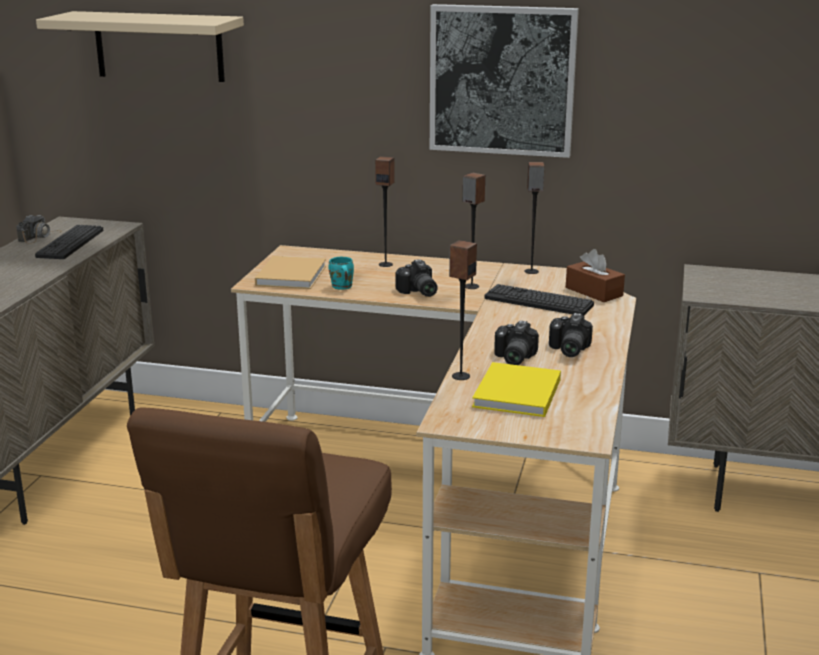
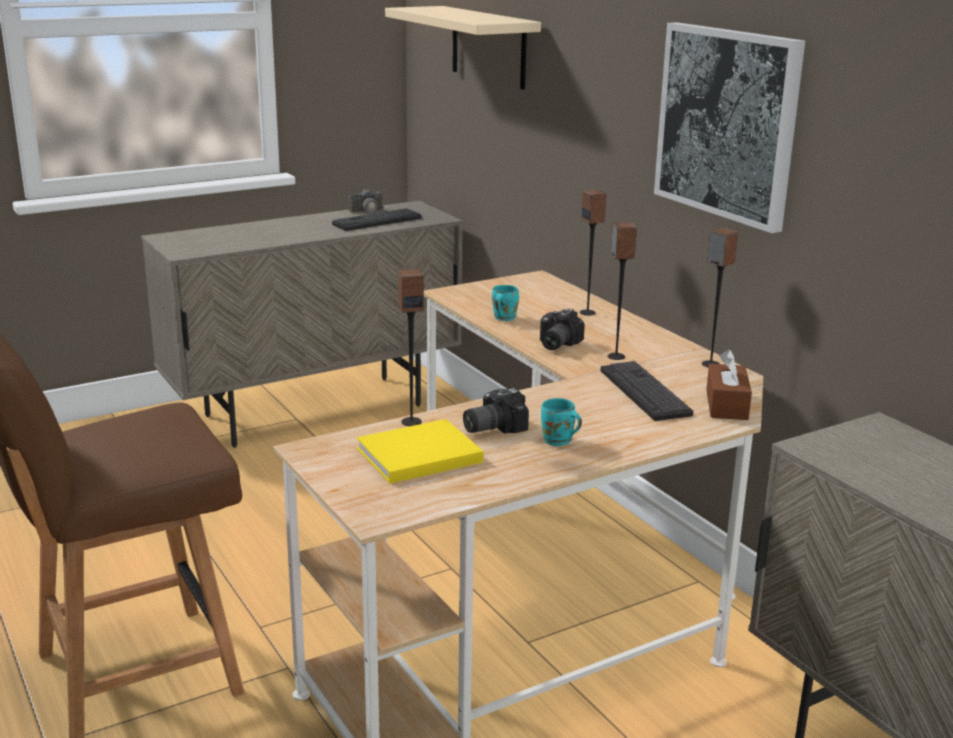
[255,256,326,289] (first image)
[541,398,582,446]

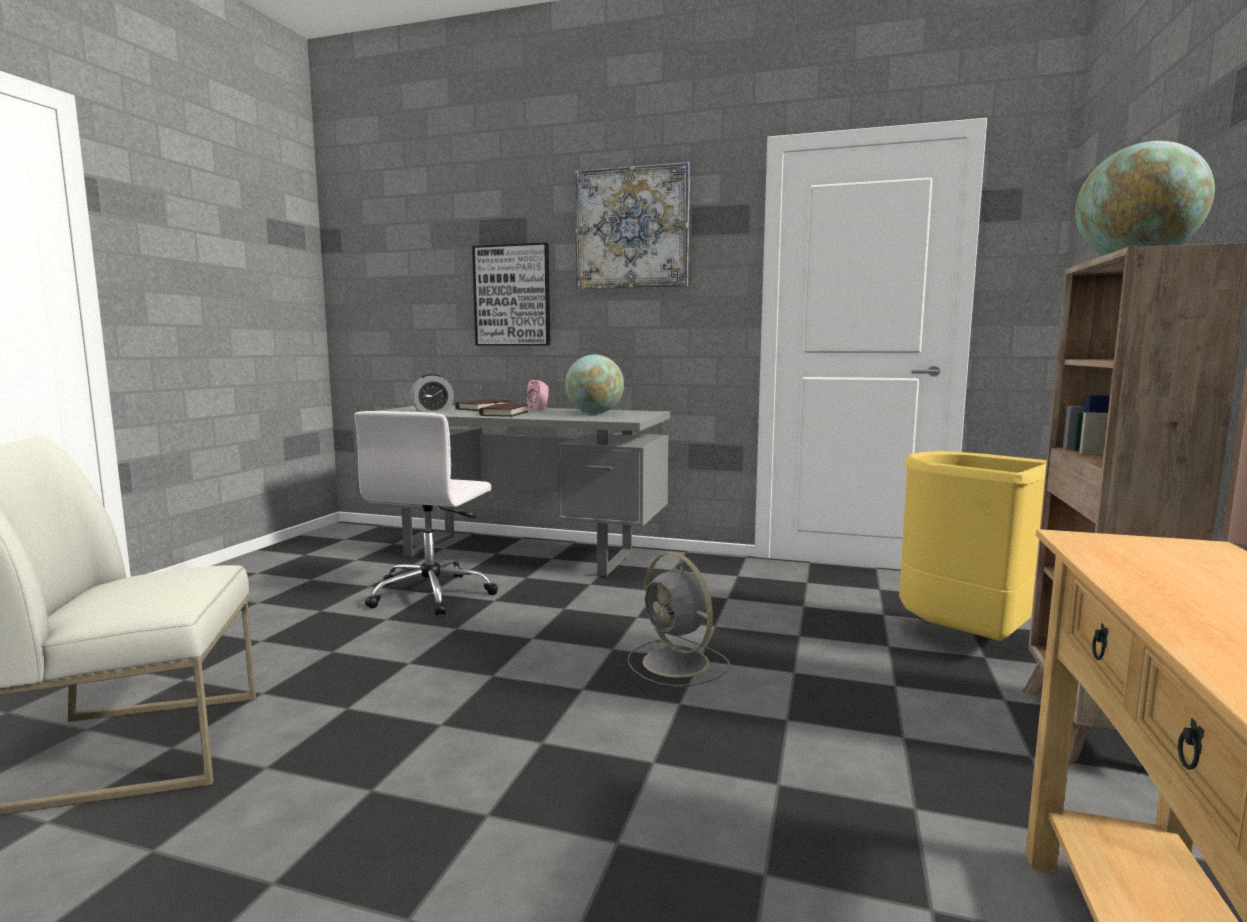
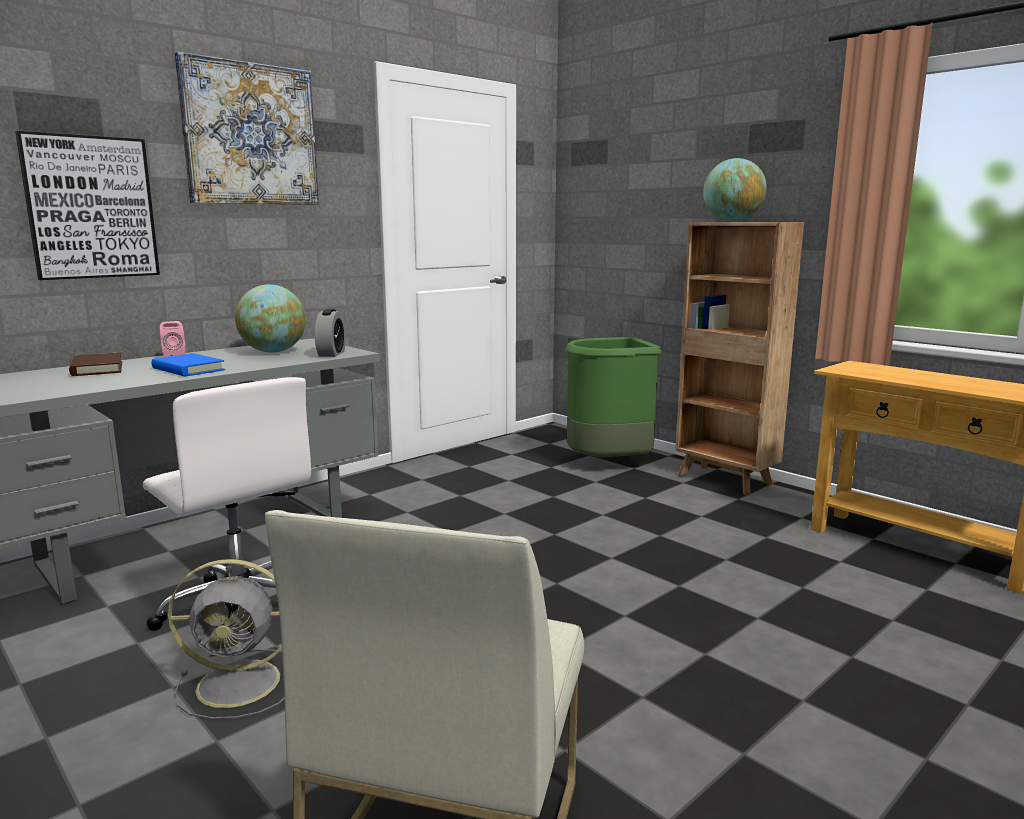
[315,309,346,357]
[151,353,225,376]
[565,337,662,457]
[168,559,284,719]

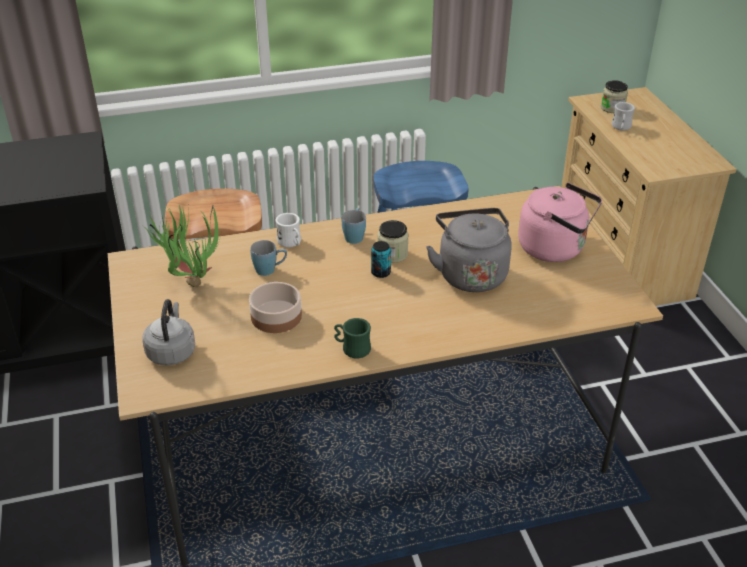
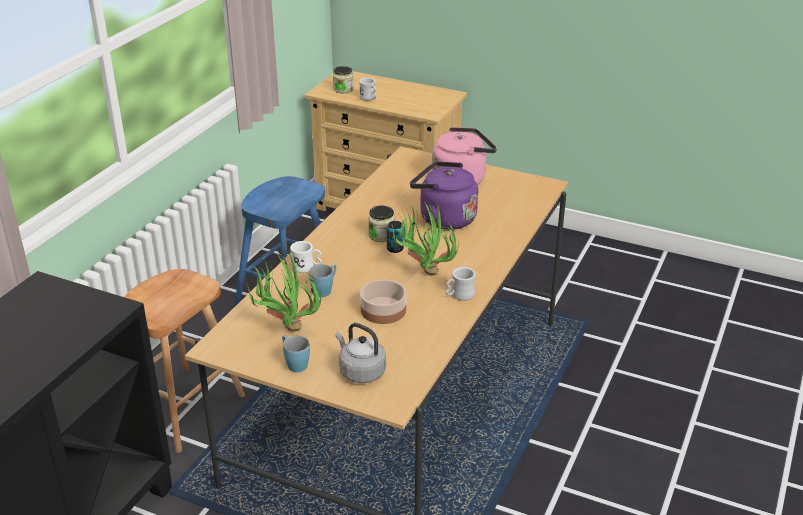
[282,335,310,372]
[410,162,478,230]
[446,267,476,301]
[392,199,458,275]

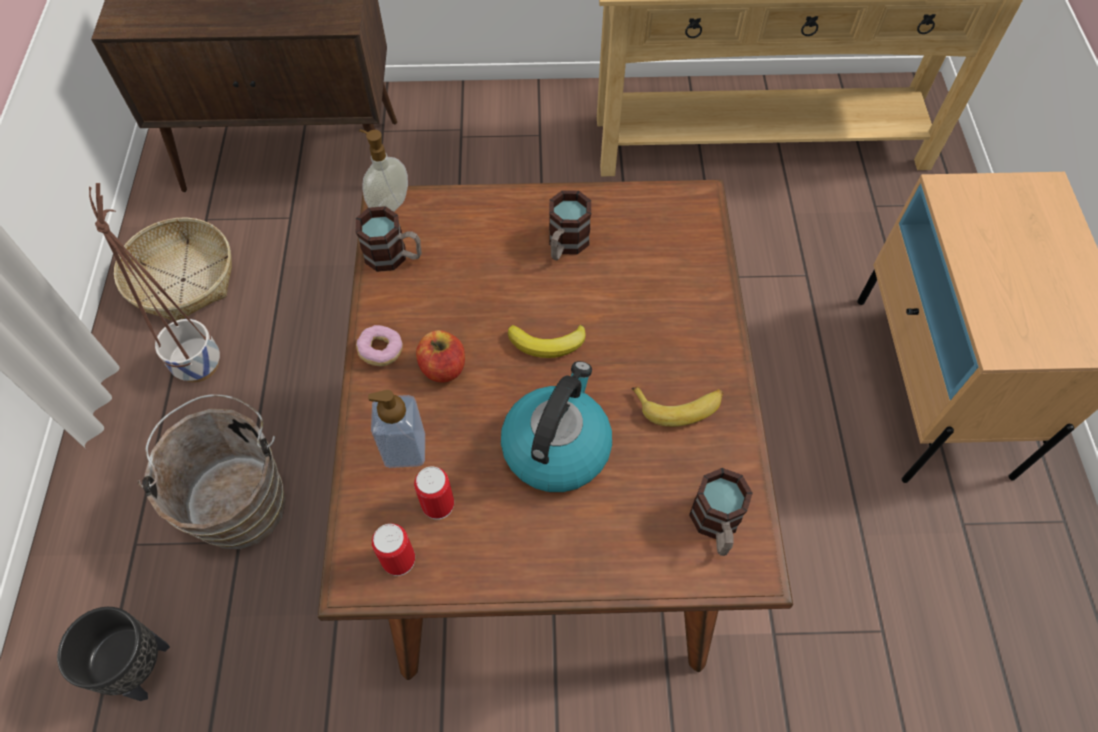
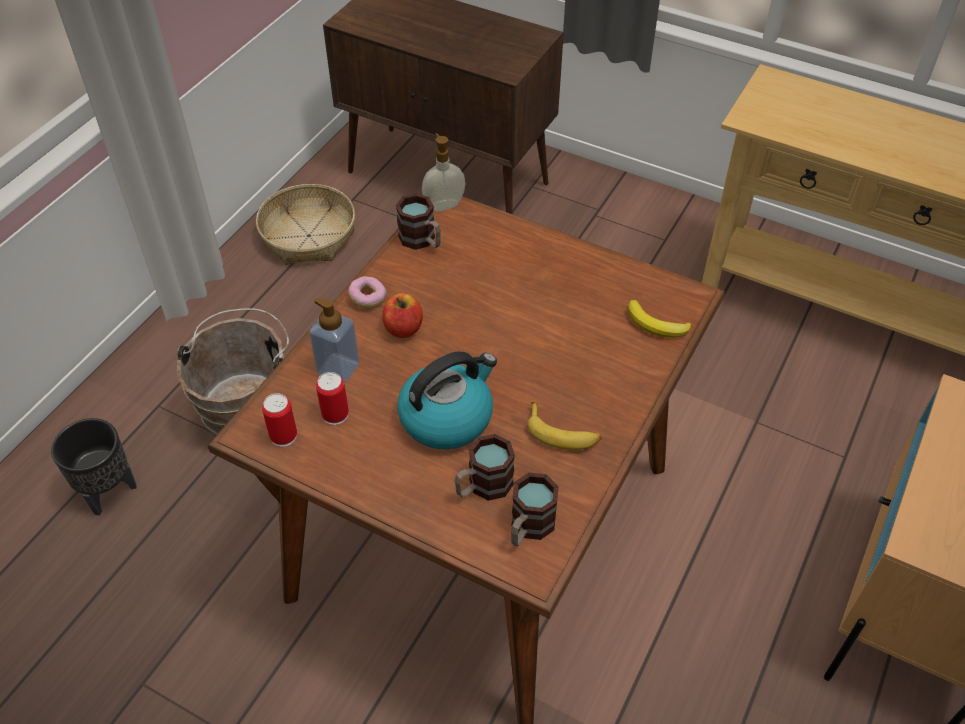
[89,183,220,382] (first image)
[454,434,515,501]
[628,300,692,338]

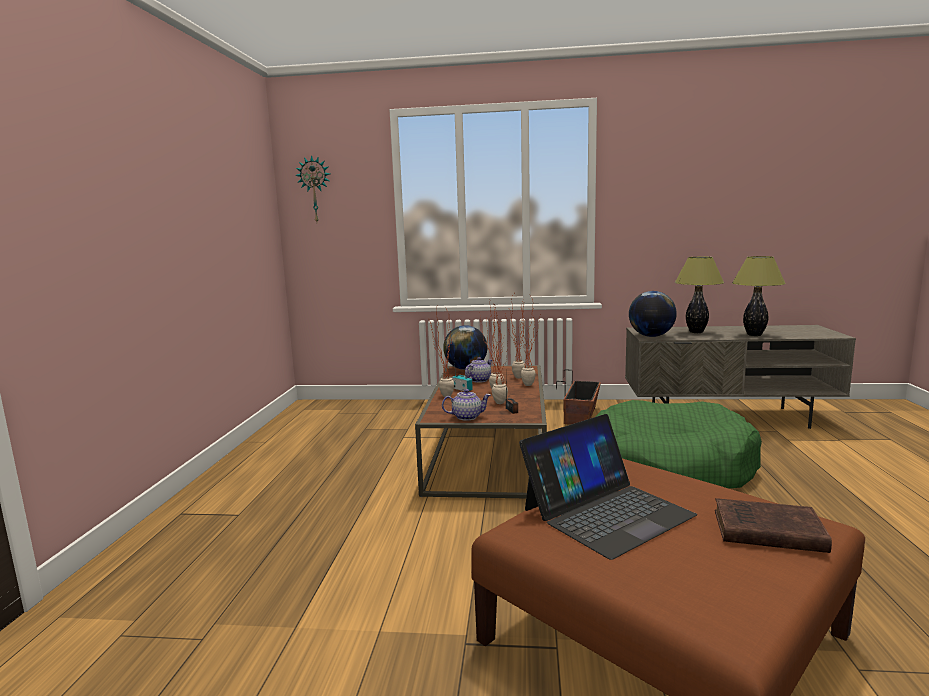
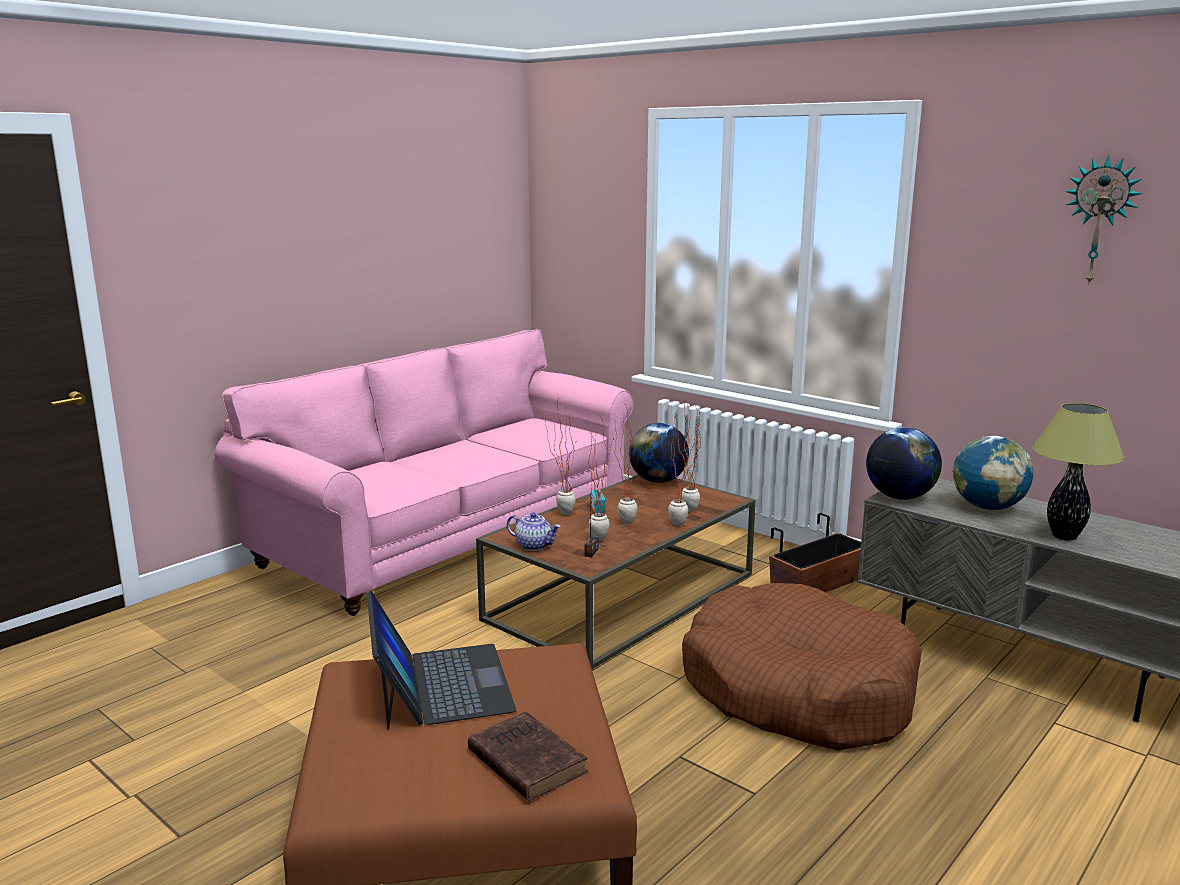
[1065,155,1142,286]
[953,436,1033,510]
[465,357,492,383] (first image)
[682,583,922,751]
[367,591,516,730]
[215,329,633,616]

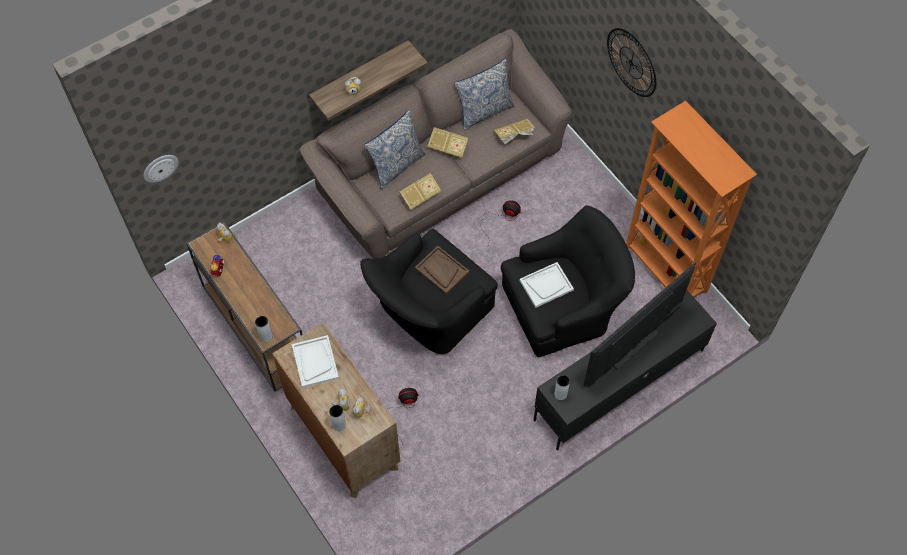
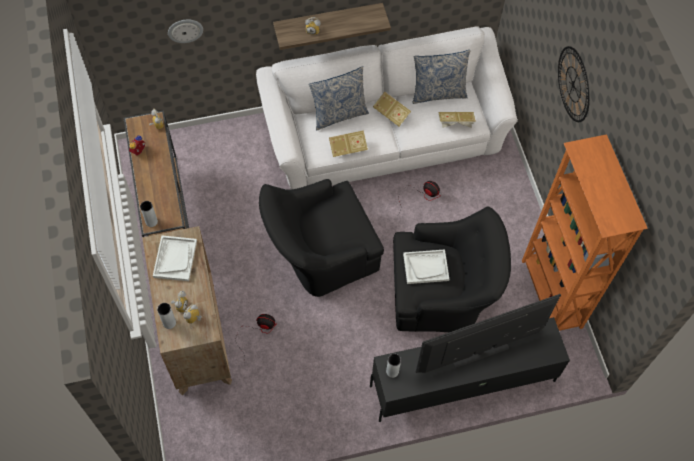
[256,27,518,190]
[168,20,203,43]
[415,246,469,295] (first image)

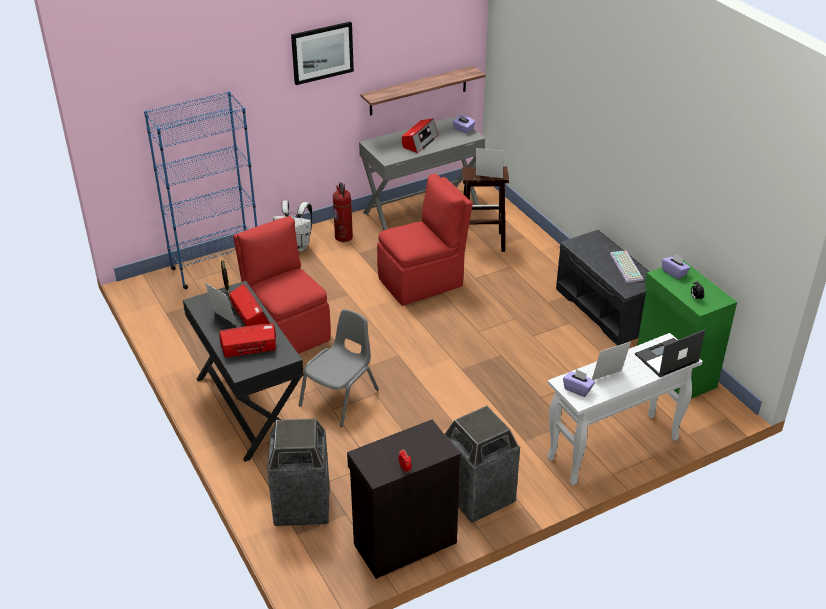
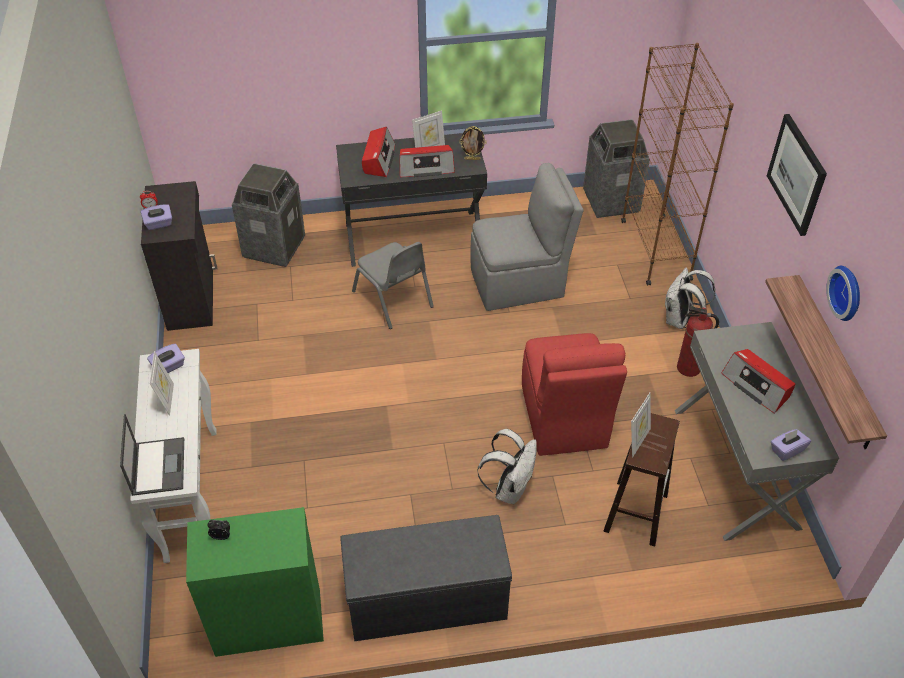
[621,43,734,286]
[470,163,584,311]
[610,250,644,283] (first image)
[141,204,172,230]
[583,119,650,218]
[826,266,860,321]
[477,429,537,504]

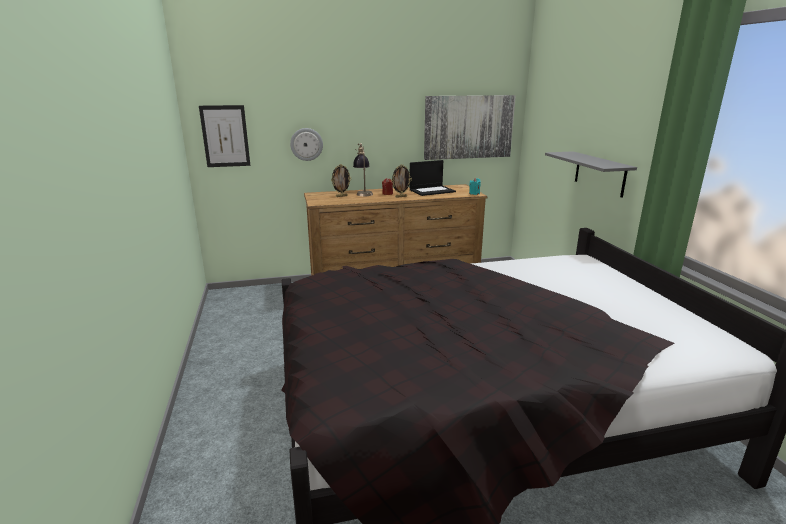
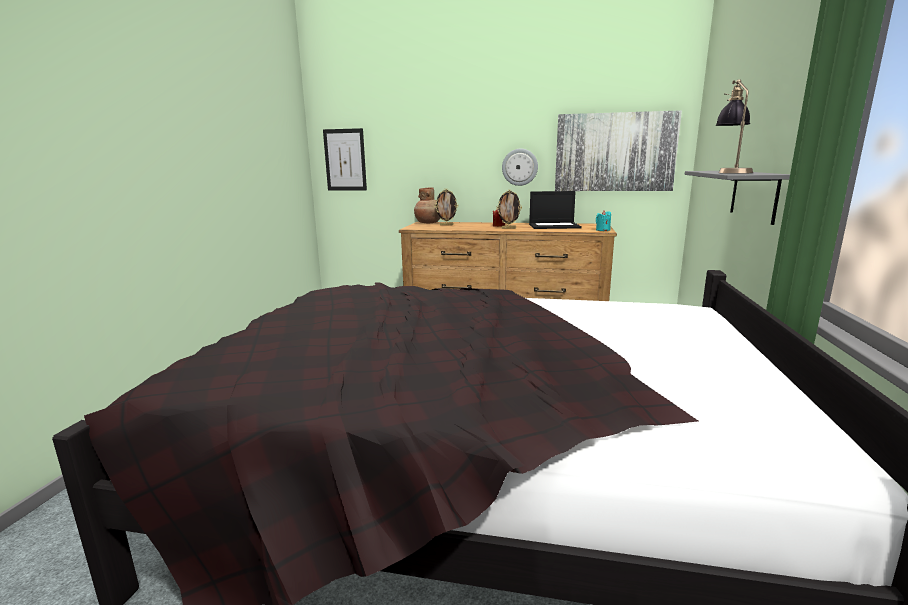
[502,149,538,186]
[716,79,753,173]
[414,188,440,223]

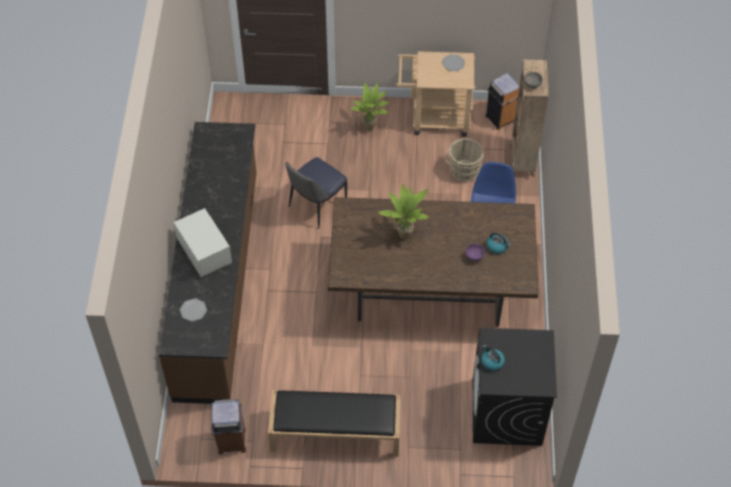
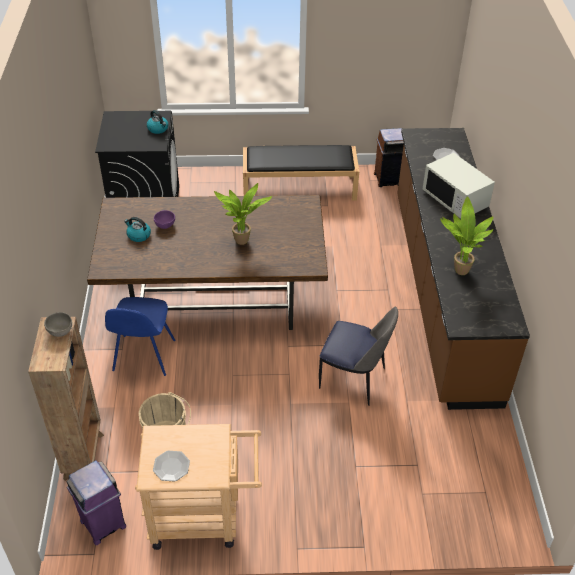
[66,460,126,545]
[440,196,494,275]
[319,306,398,406]

